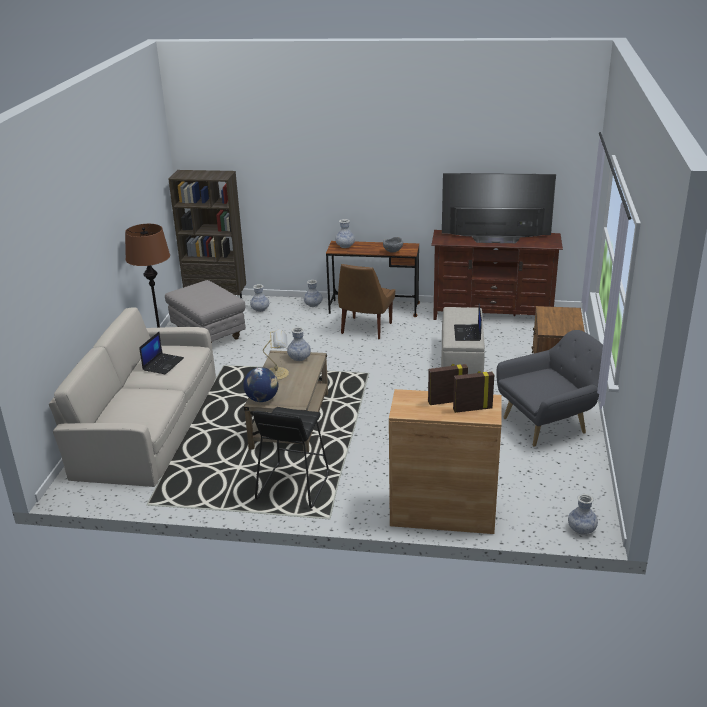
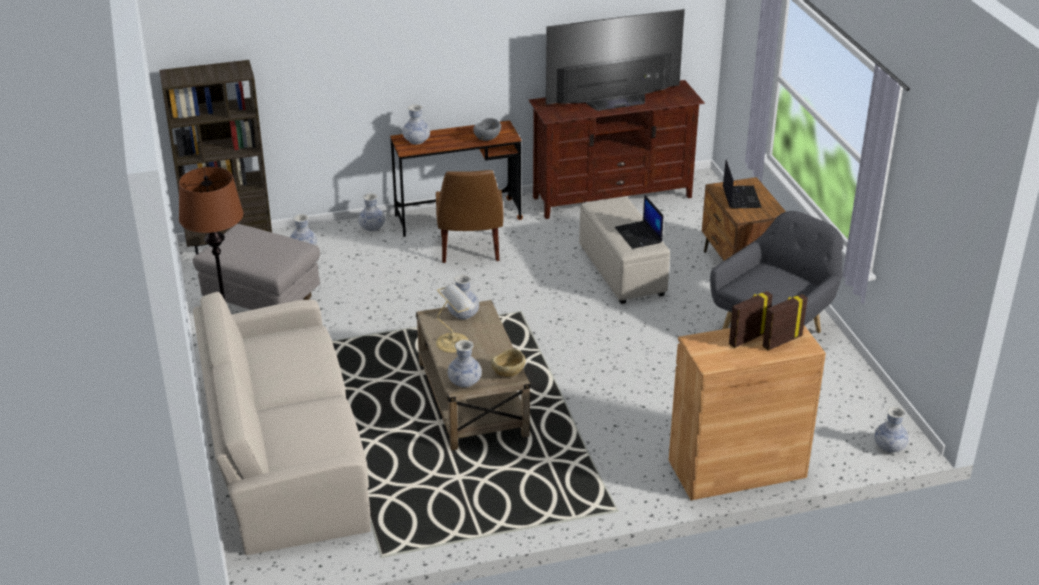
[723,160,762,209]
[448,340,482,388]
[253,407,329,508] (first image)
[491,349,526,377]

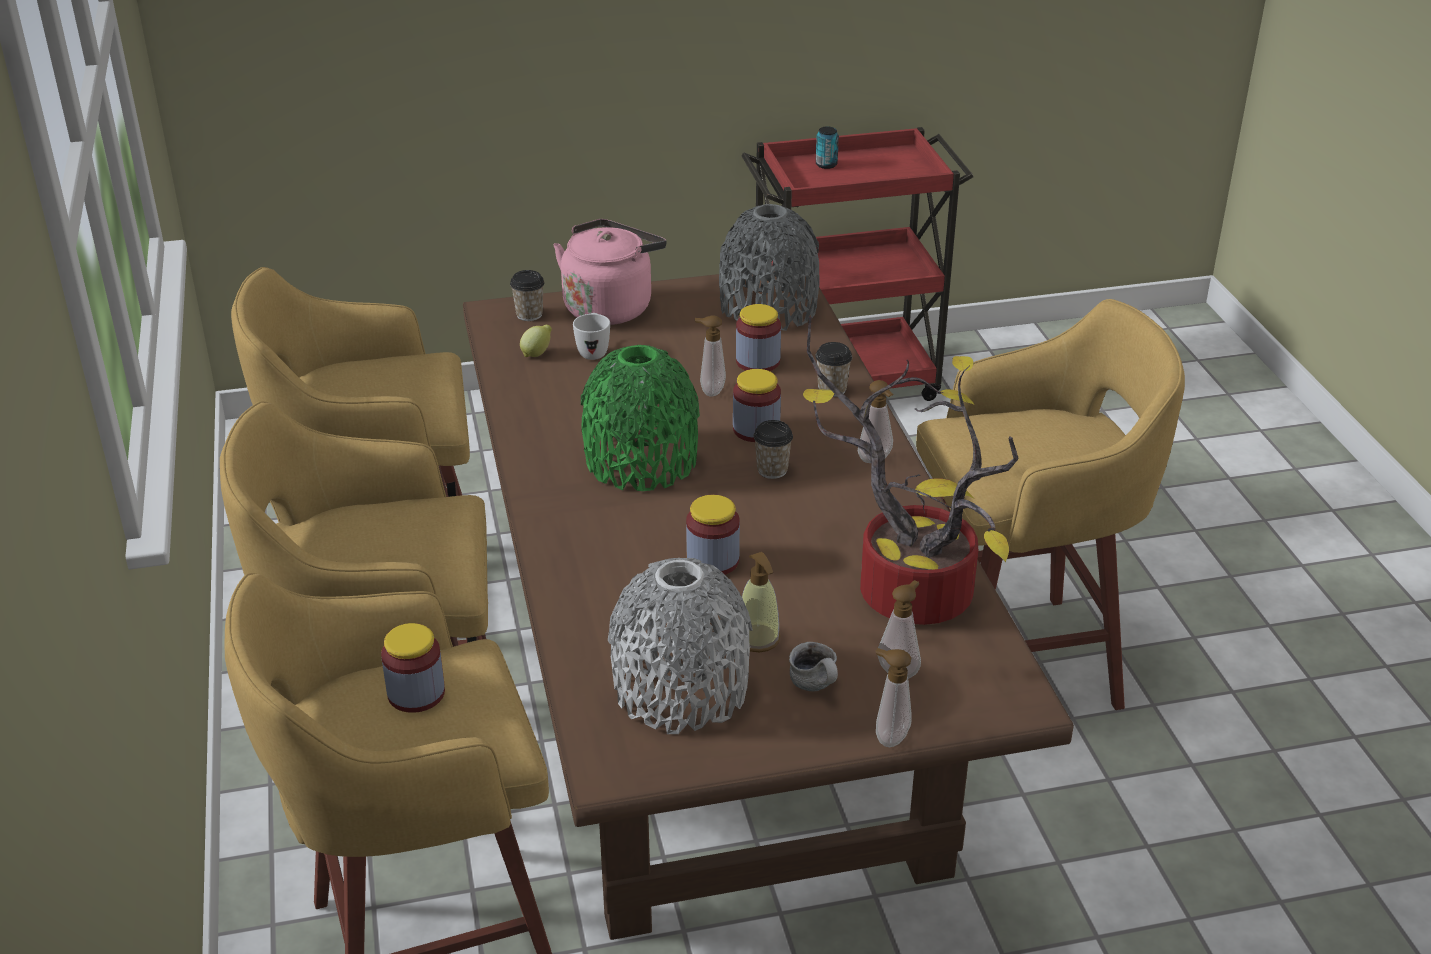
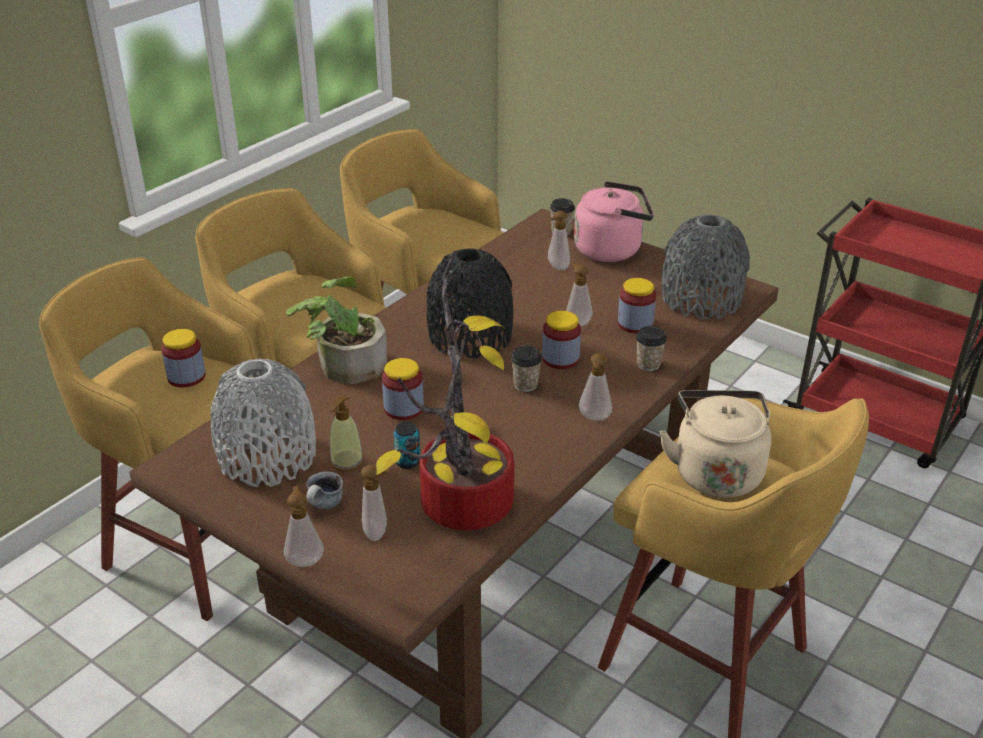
[394,422,420,469]
[548,211,570,270]
[520,325,552,357] (first image)
[426,248,513,358]
[286,277,387,385]
[659,390,771,498]

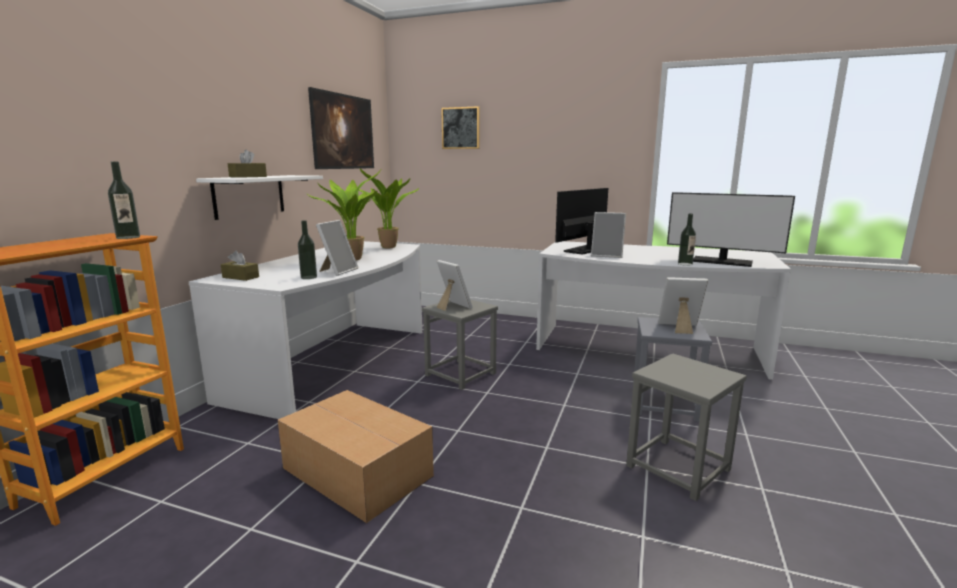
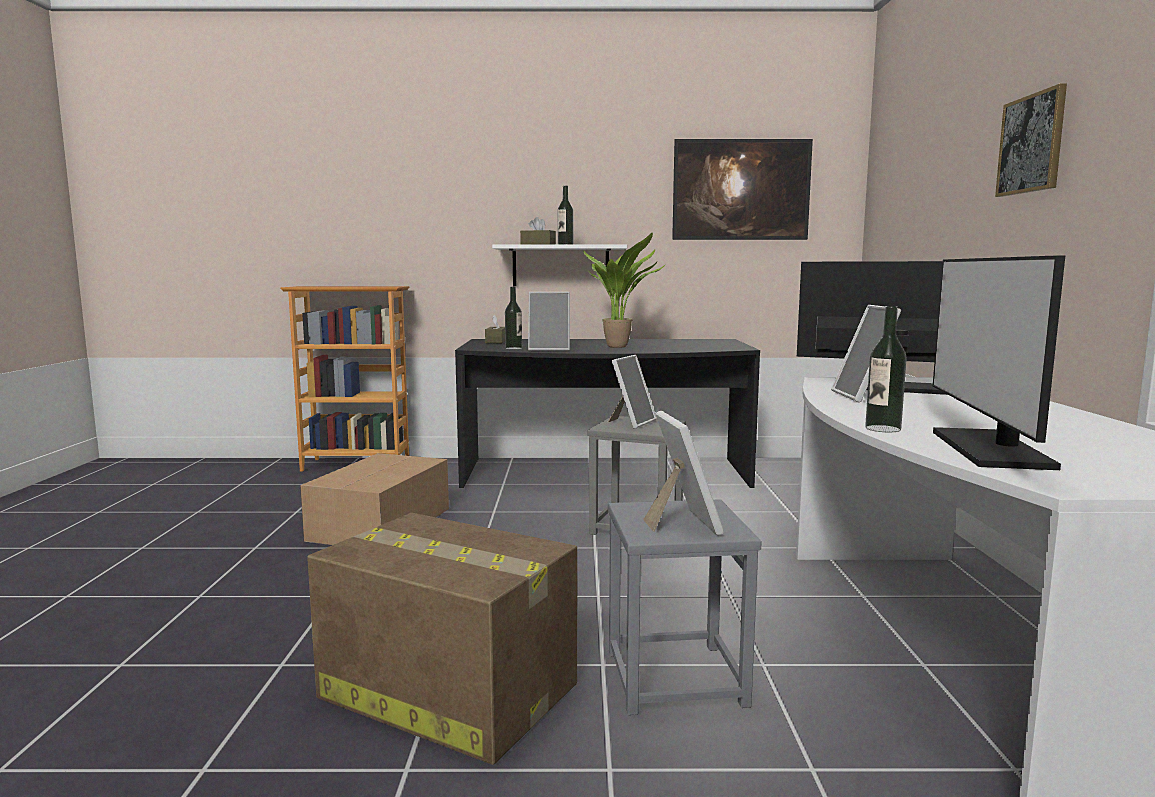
[995,84,1067,197]
[558,186,573,245]
[359,168,419,248] (first image)
[455,339,760,488]
[307,513,577,765]

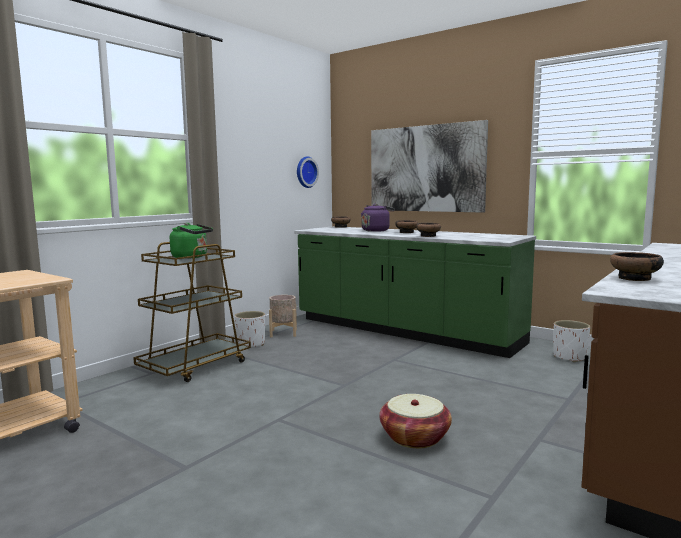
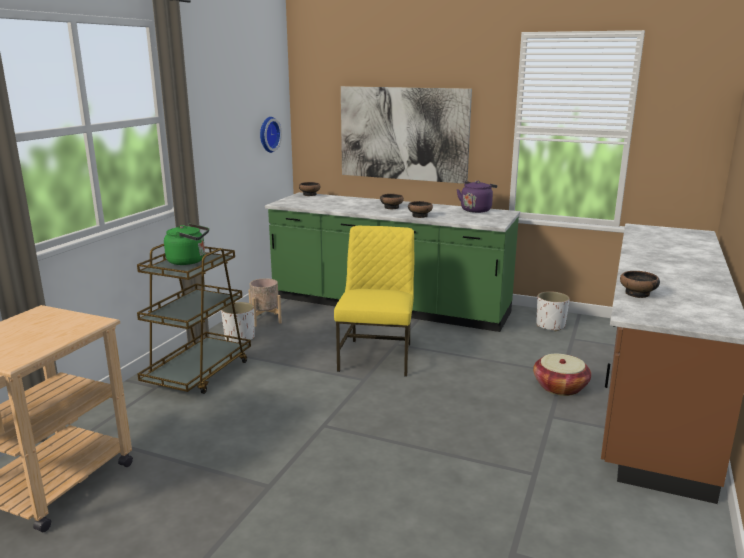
[456,181,497,213]
[533,354,591,396]
[334,226,414,377]

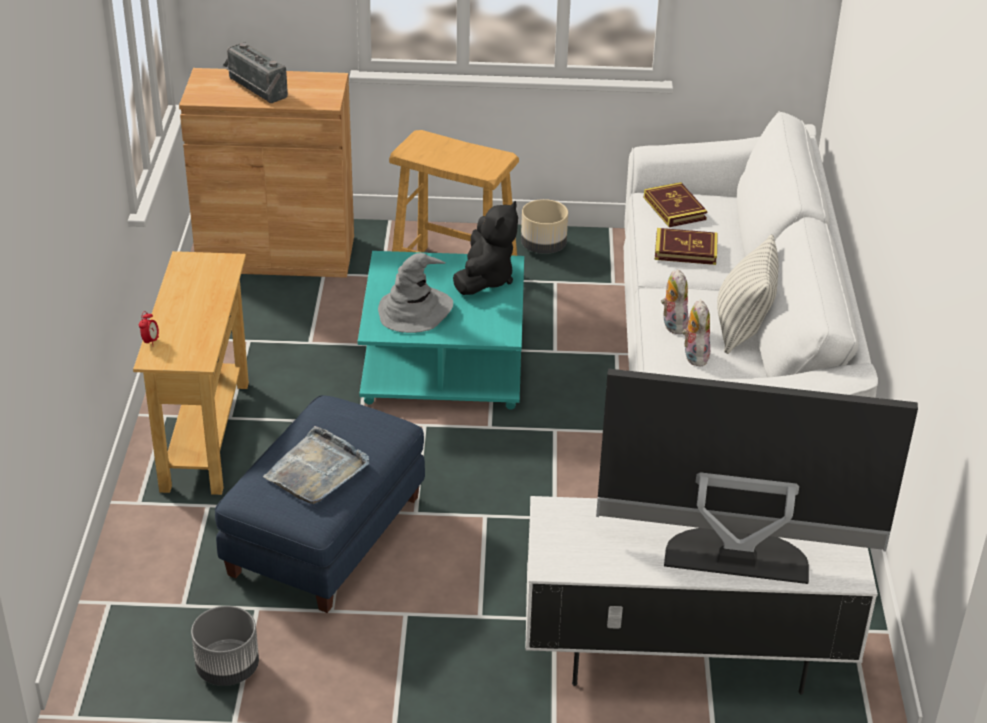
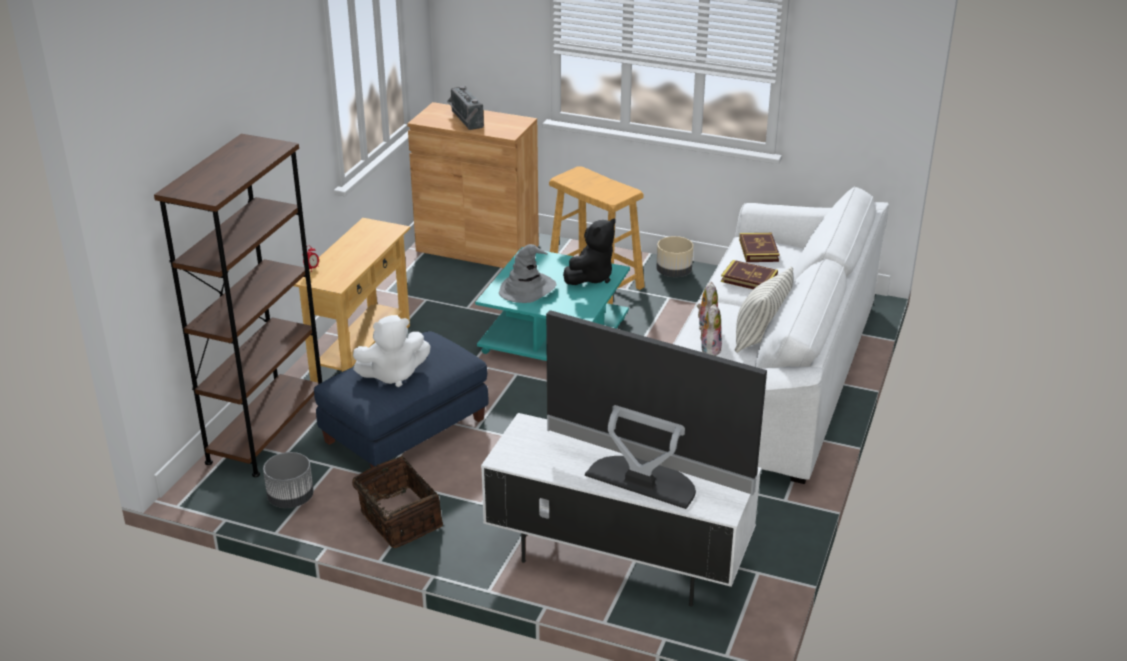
[353,315,431,387]
[154,134,322,477]
[352,456,443,548]

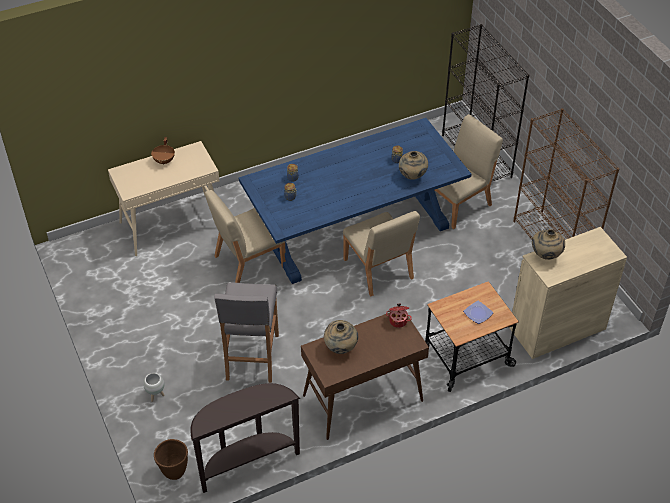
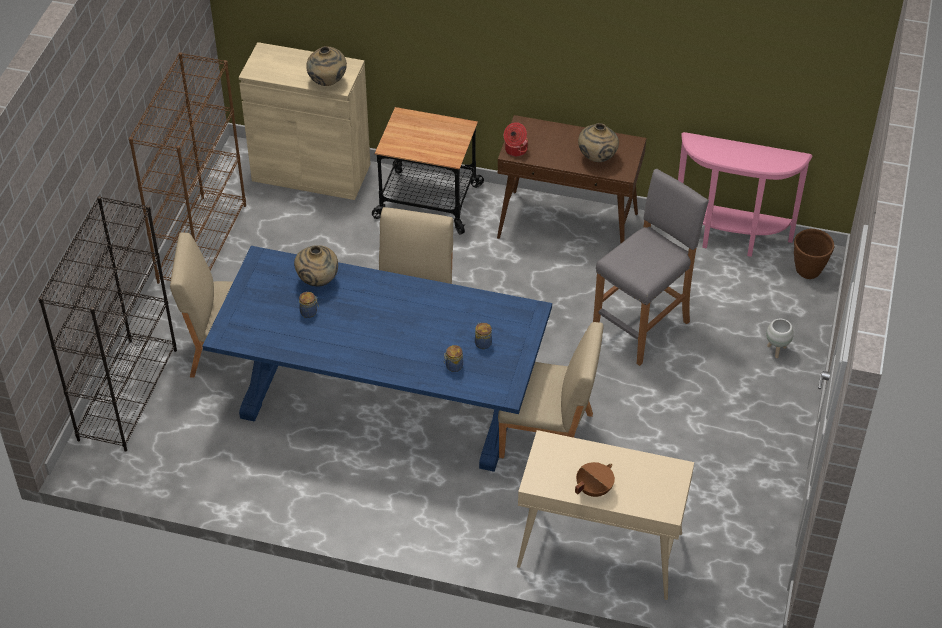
[463,301,493,324] (first image)
[678,132,813,257]

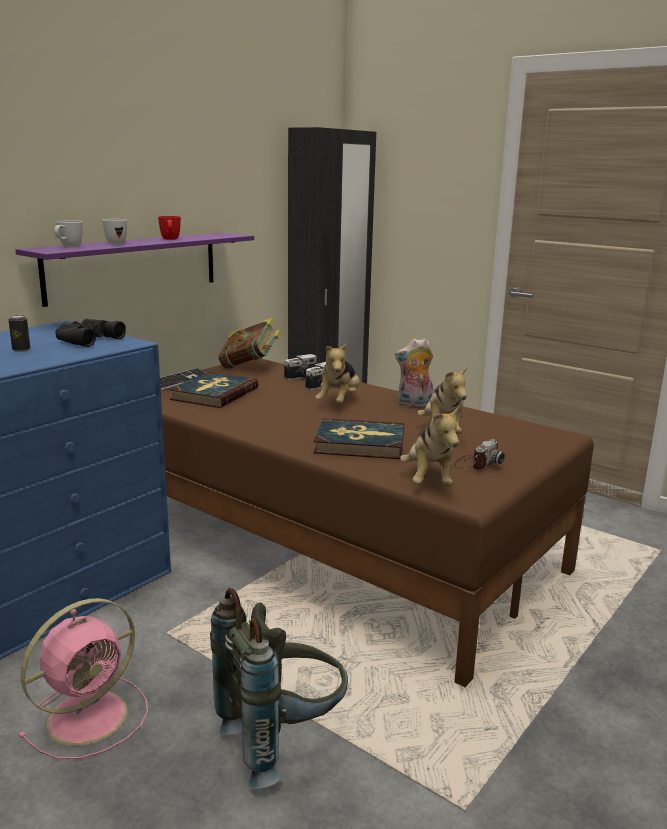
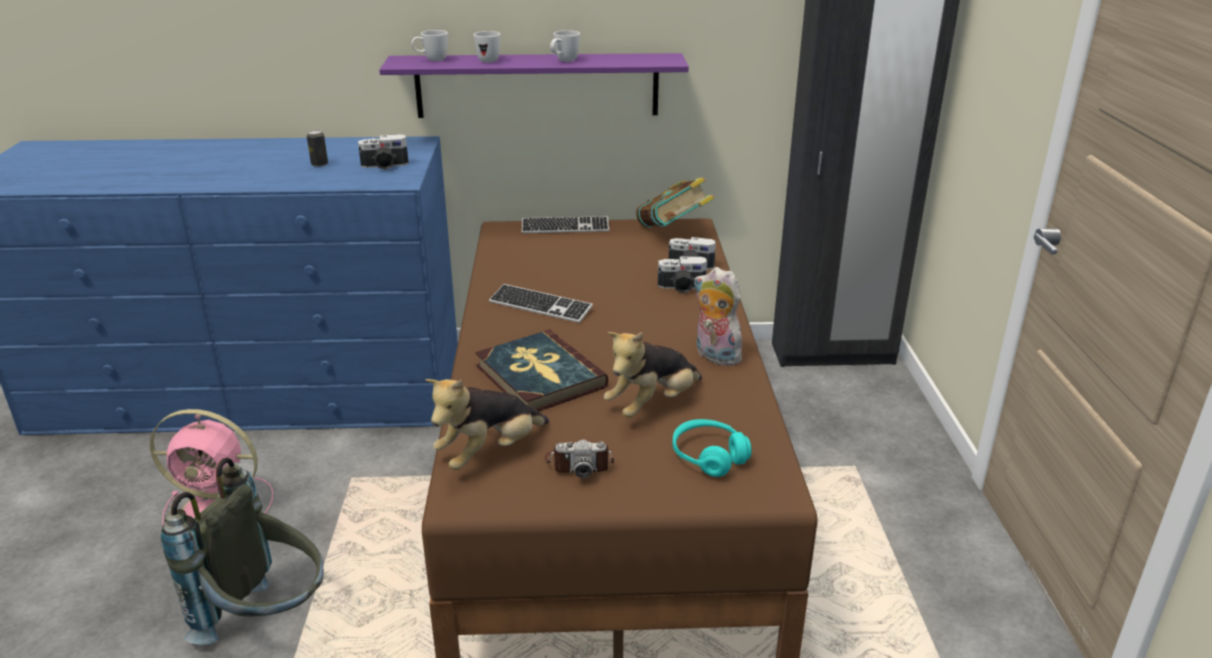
[550,30,580,62]
[358,134,409,170]
[315,343,360,404] (first image)
[169,372,258,408] (first image)
[489,284,593,323]
[673,419,752,477]

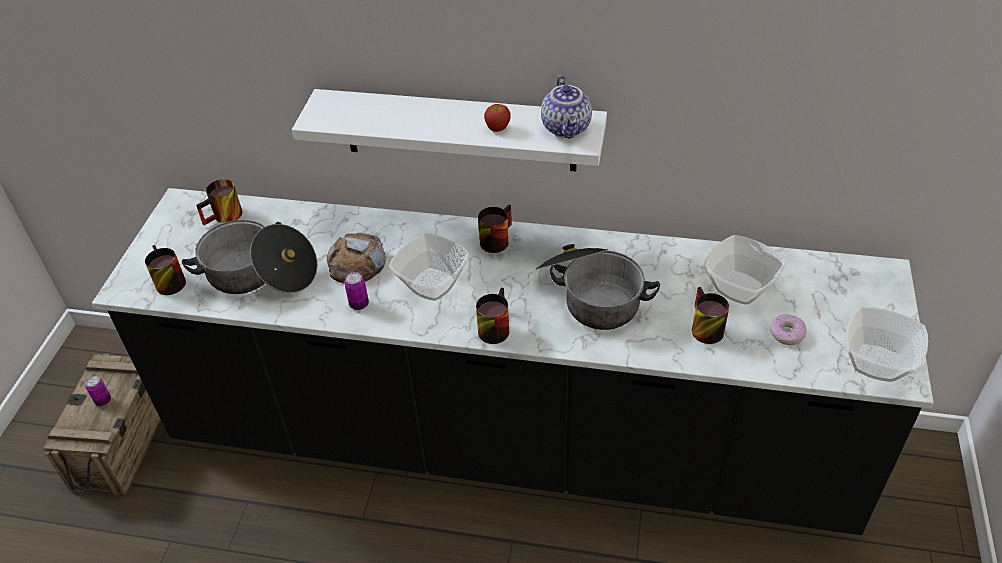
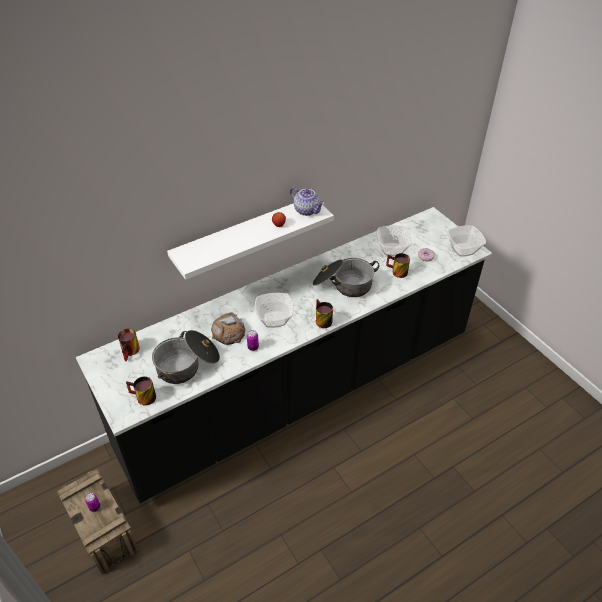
[478,205,512,253] (first image)

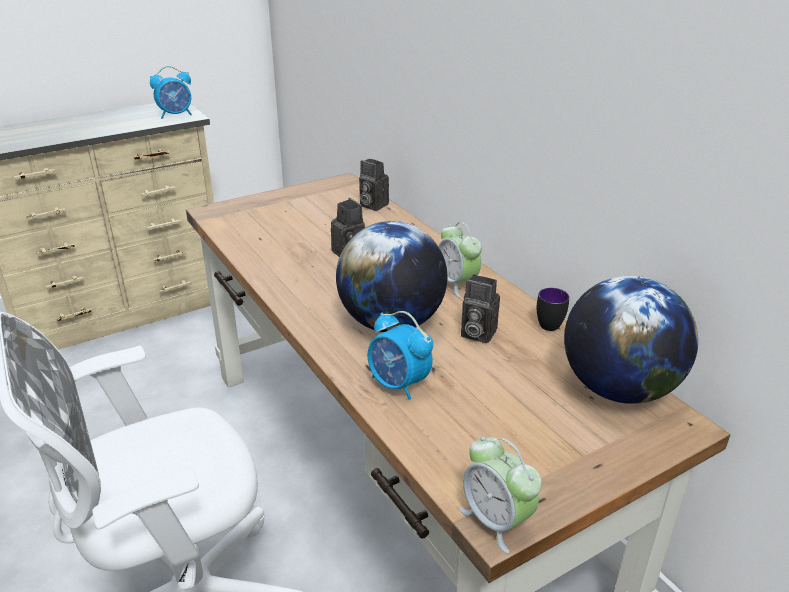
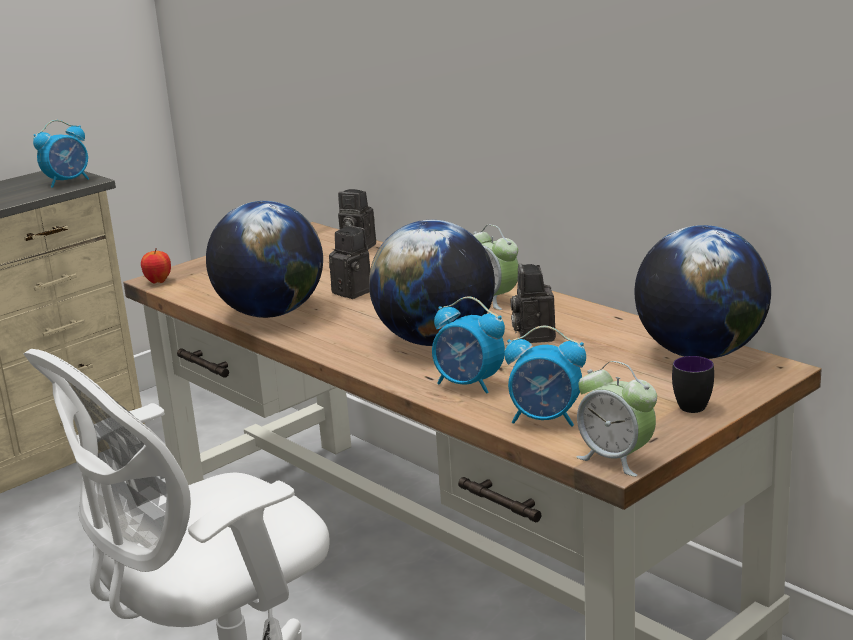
[510,263,556,343]
[672,356,714,413]
[206,201,323,318]
[141,248,171,284]
[505,326,586,427]

